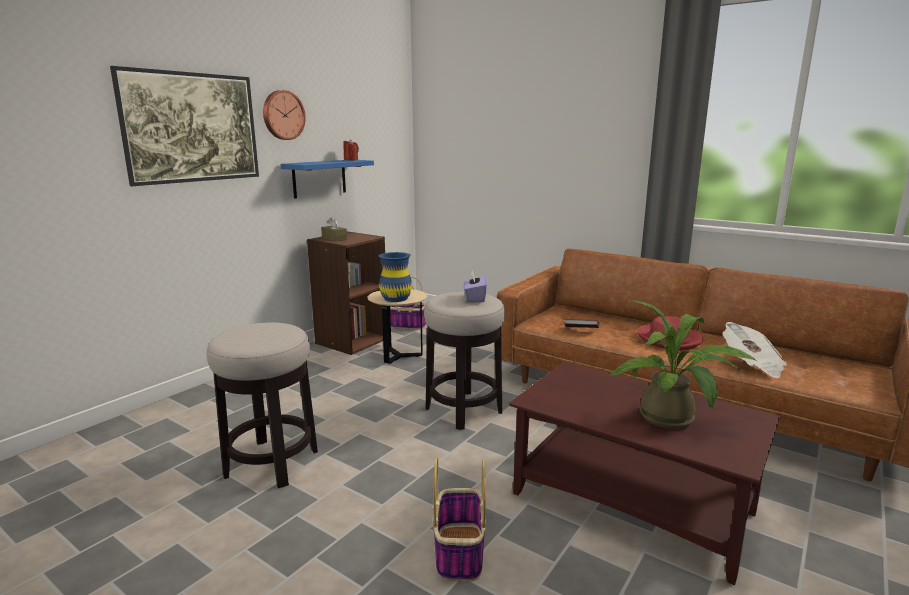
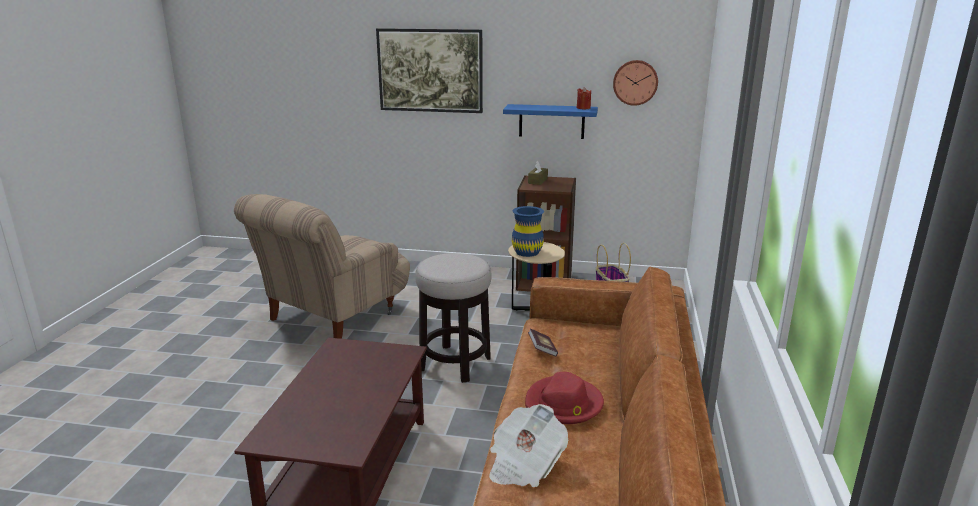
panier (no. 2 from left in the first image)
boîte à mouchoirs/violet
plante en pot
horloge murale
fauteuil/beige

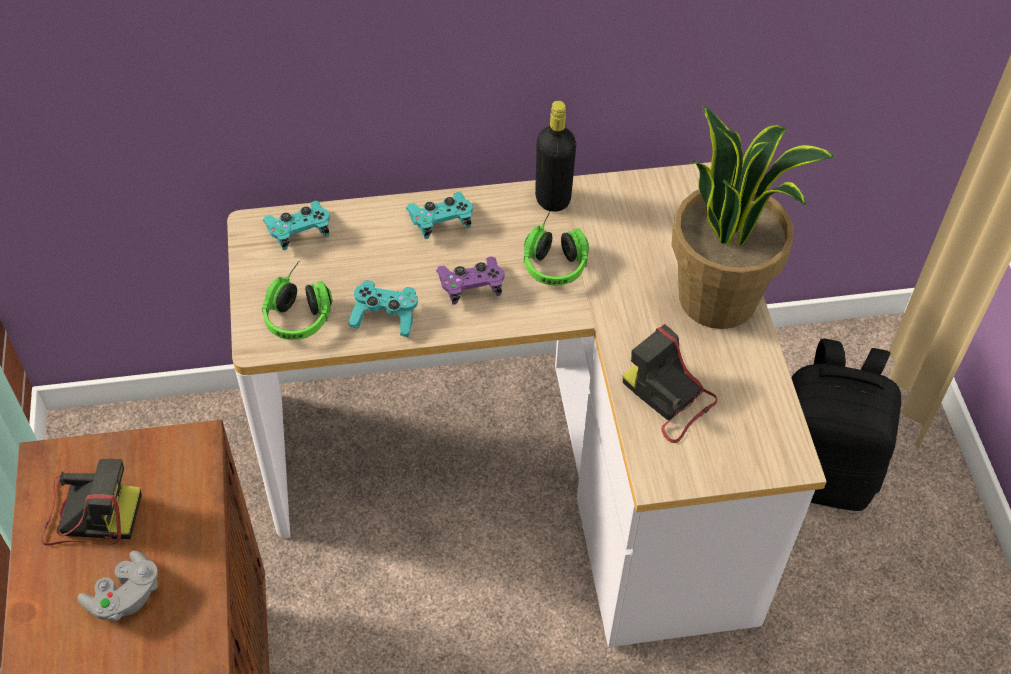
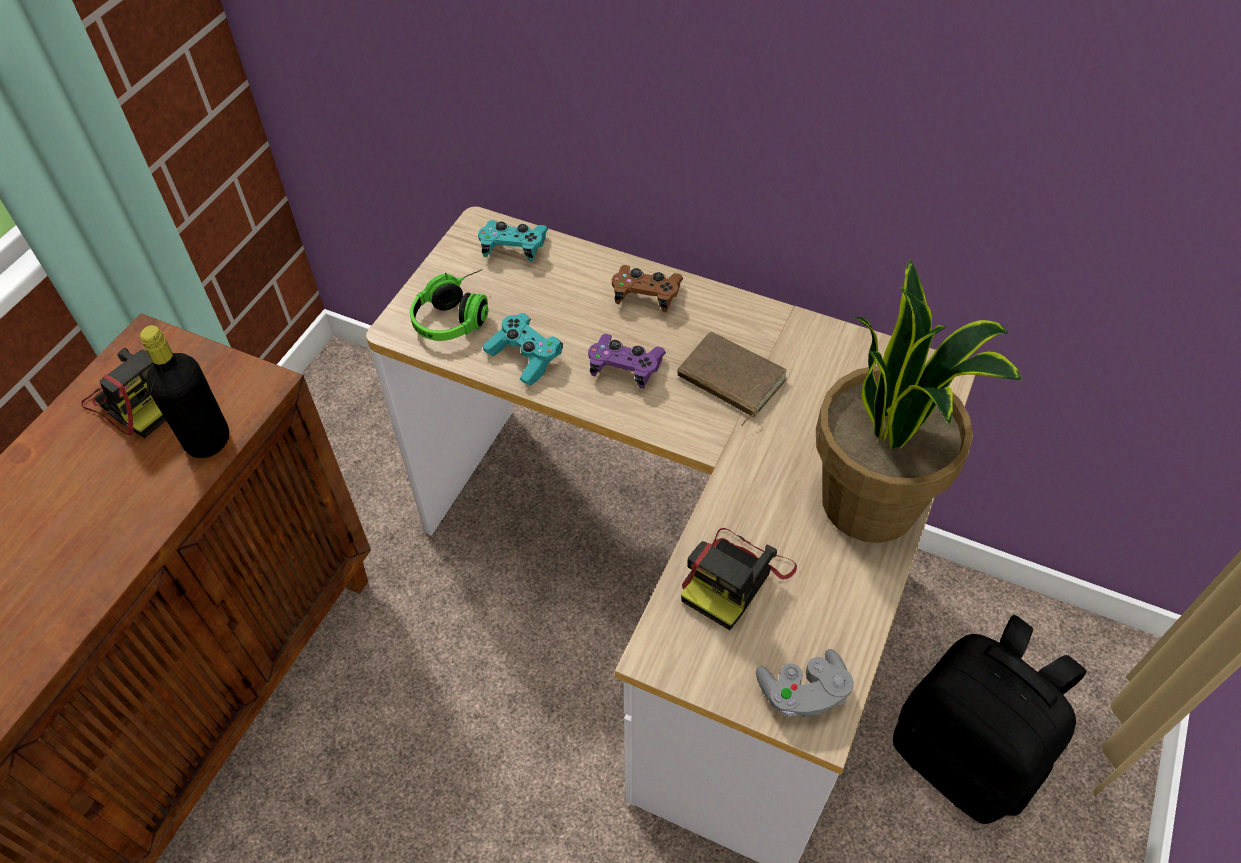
manette/gris
bouteille/noir
livre/marron
manette/marron
appareil photo (no. 2 from left)

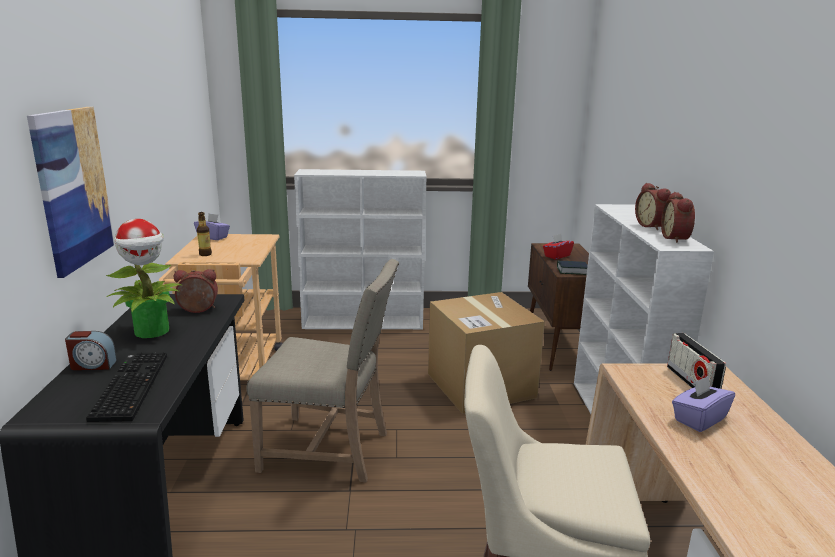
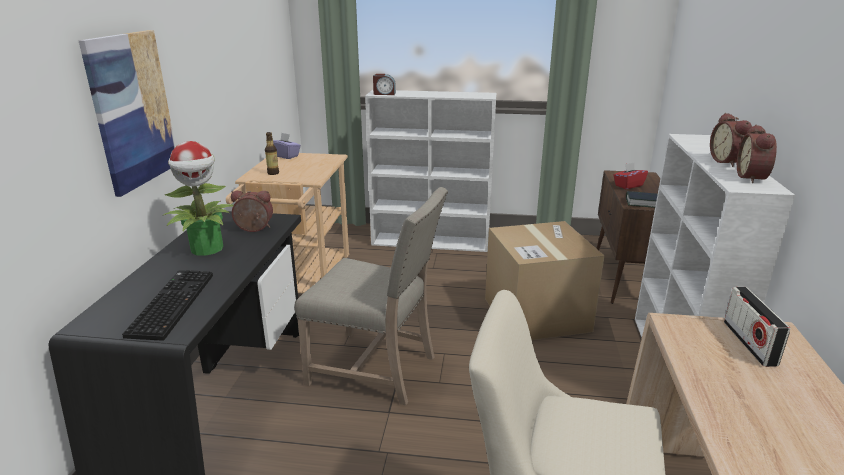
boîte à mouchoirs/violet (no. 2 from left in the first image)
réveil (no. 2 from left)

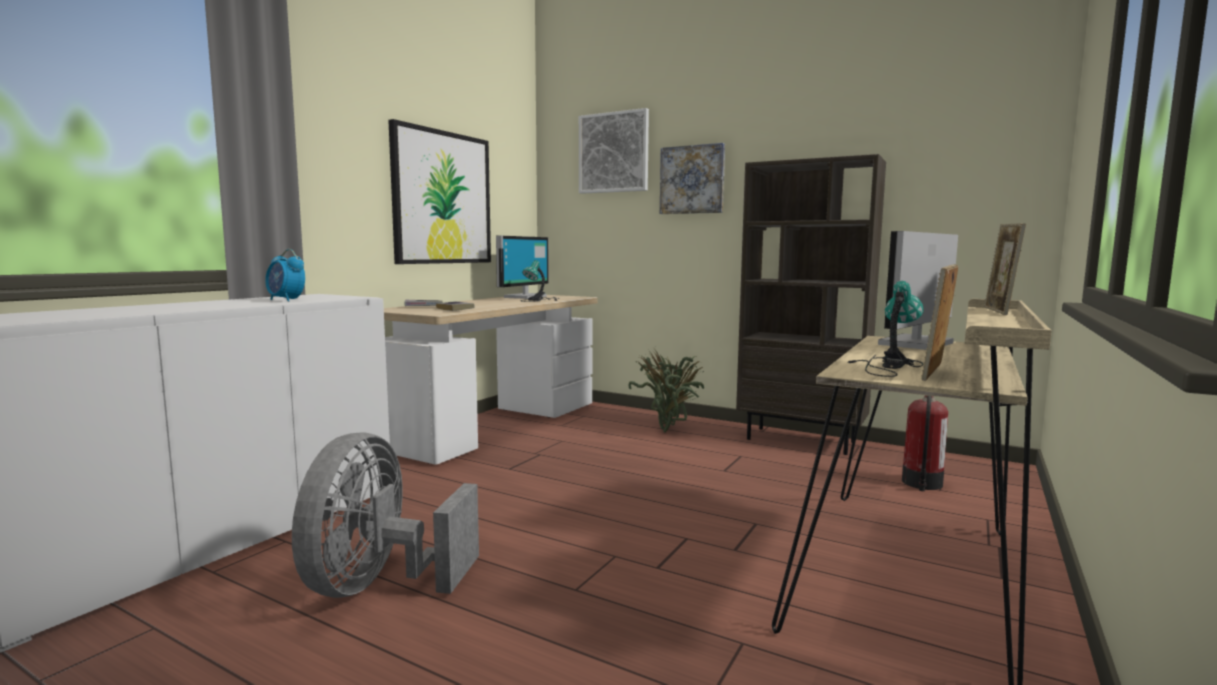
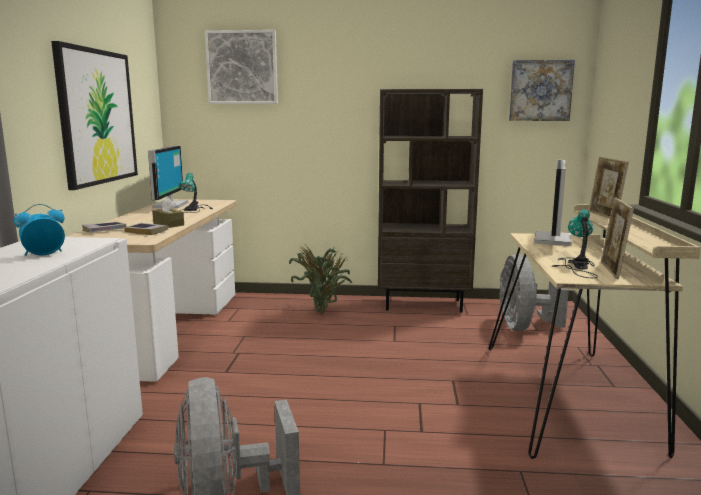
boîte à mouchoirs/marron
tableau (no. 3 from left)
ventilateur/gris (no. 2 from left)
réveil

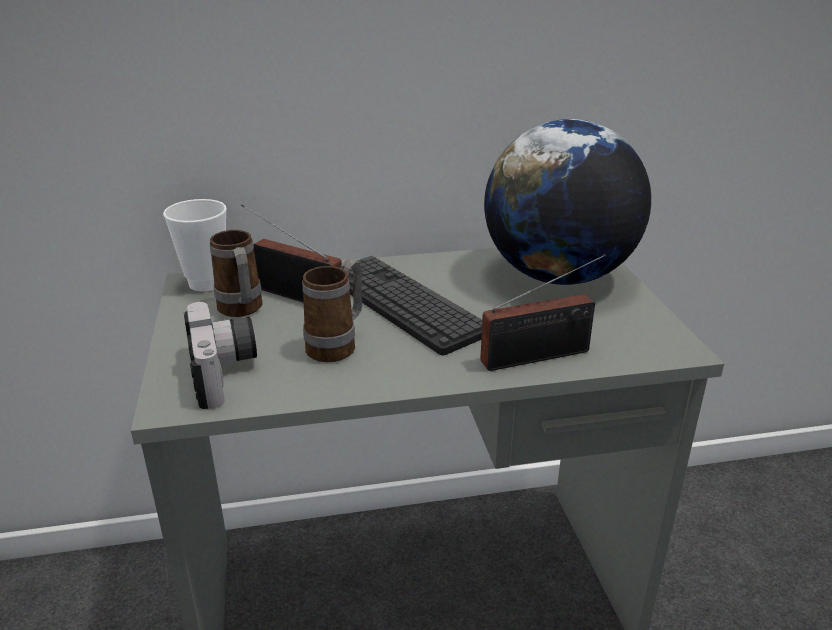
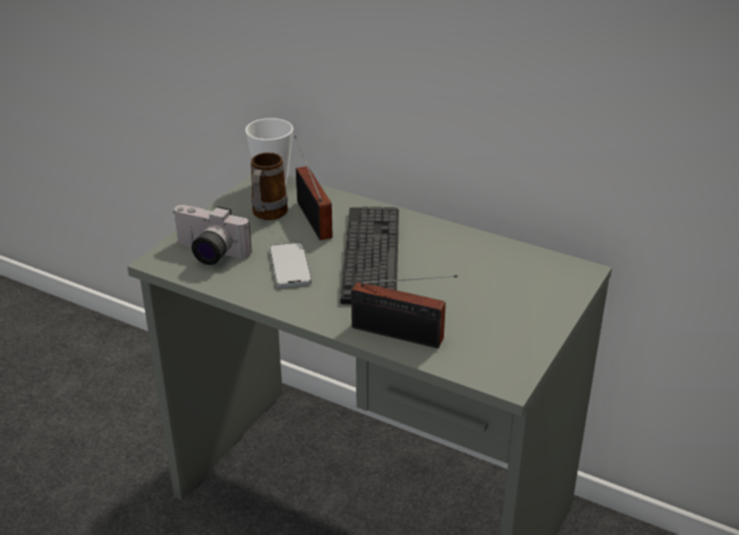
globe
téléphone
appareil photo

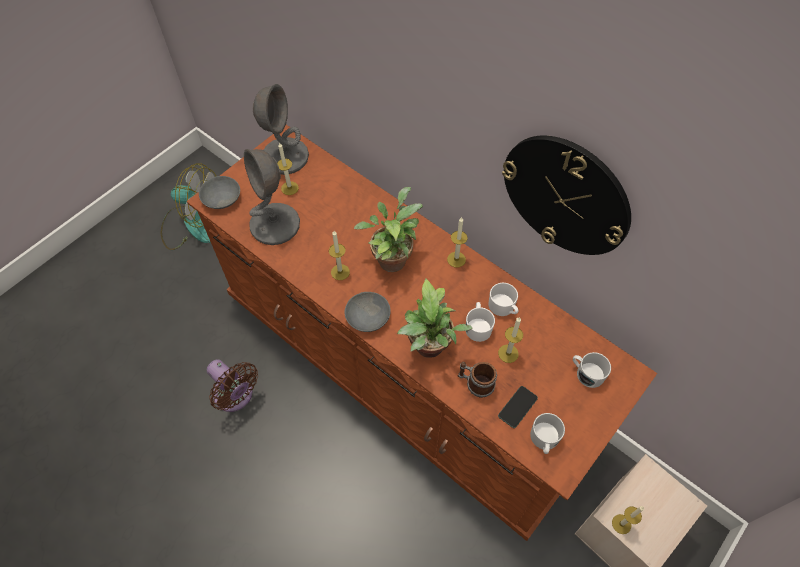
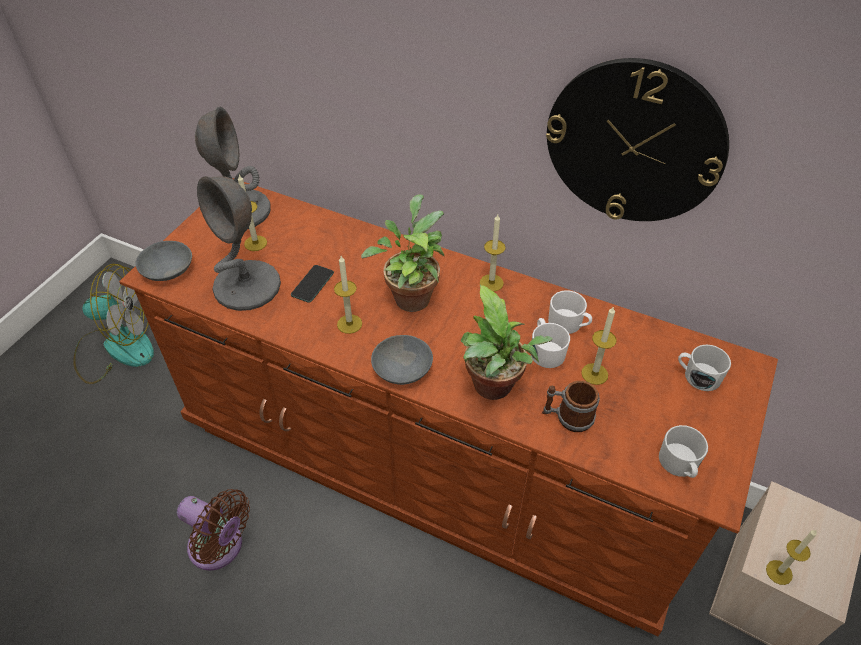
téléphone

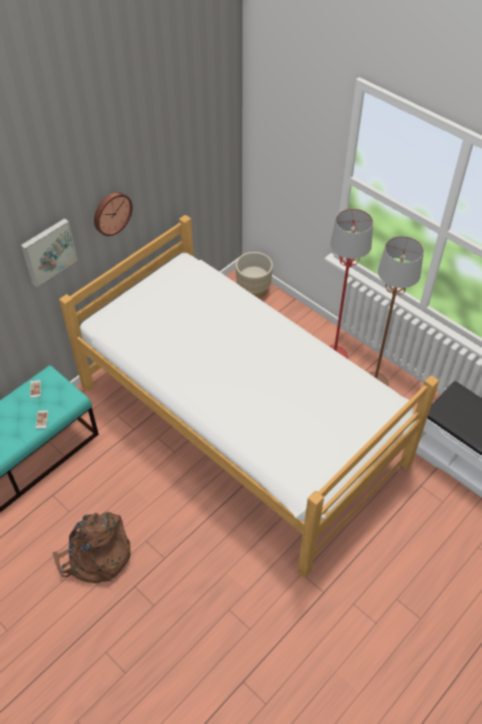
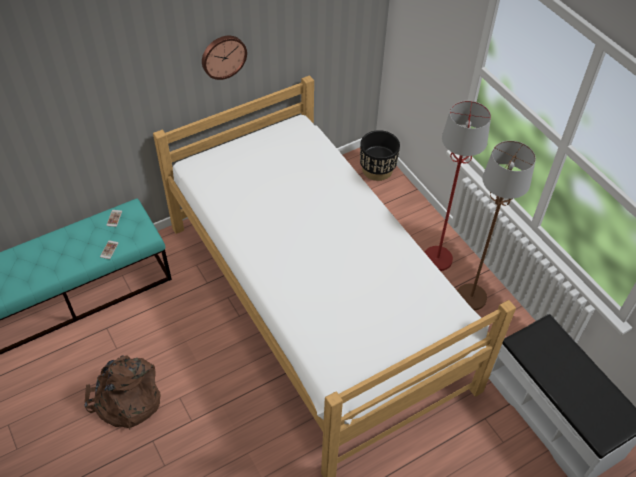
tableau
cache-pot/noir

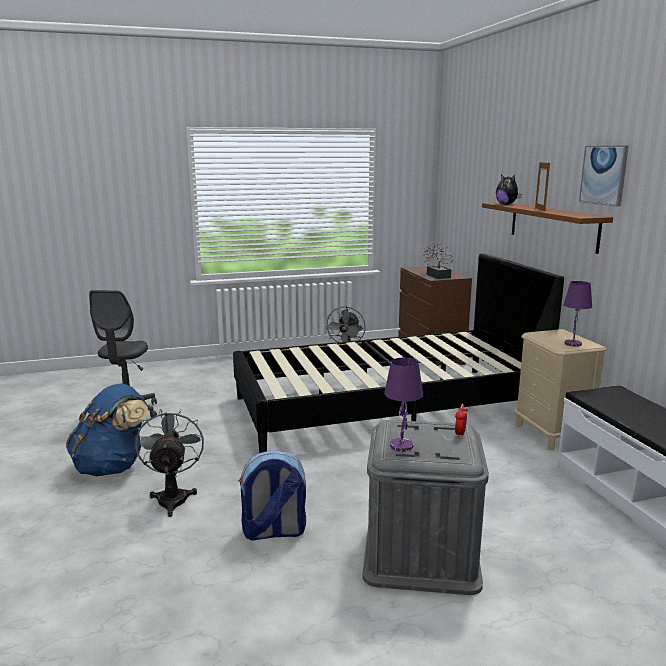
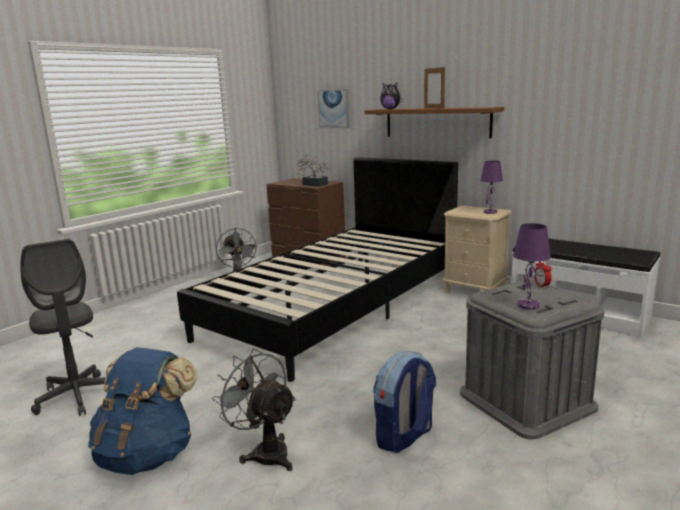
tableau

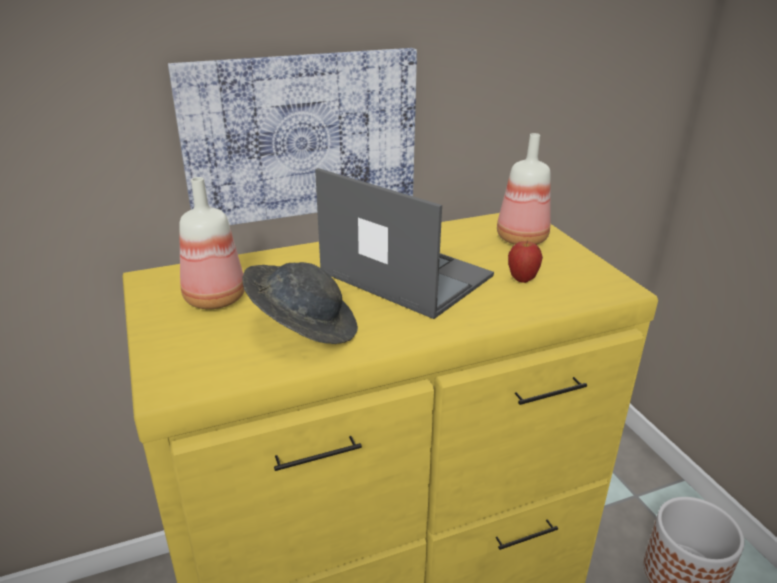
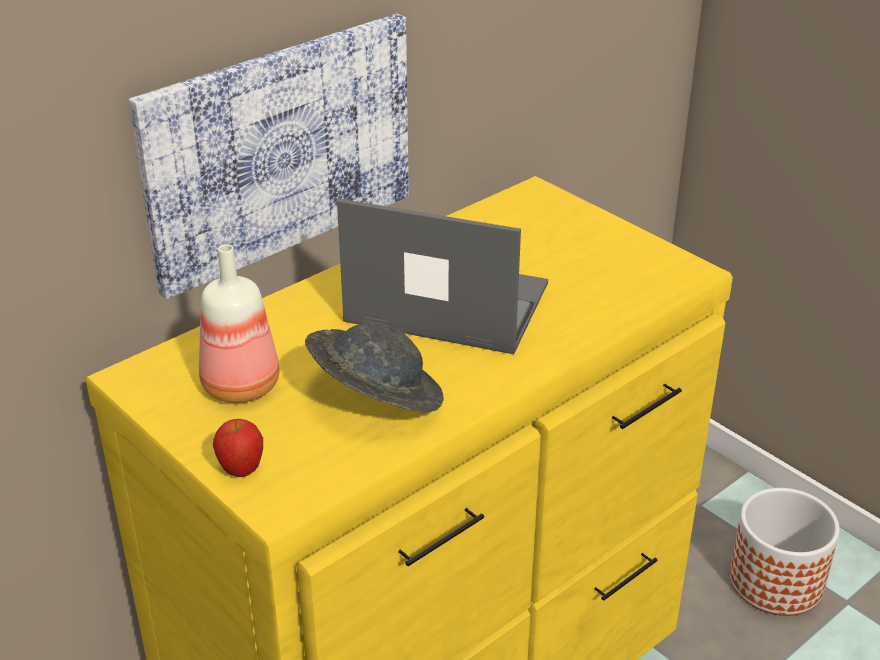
bouteille (no. 2 from left in the first image)
pomme

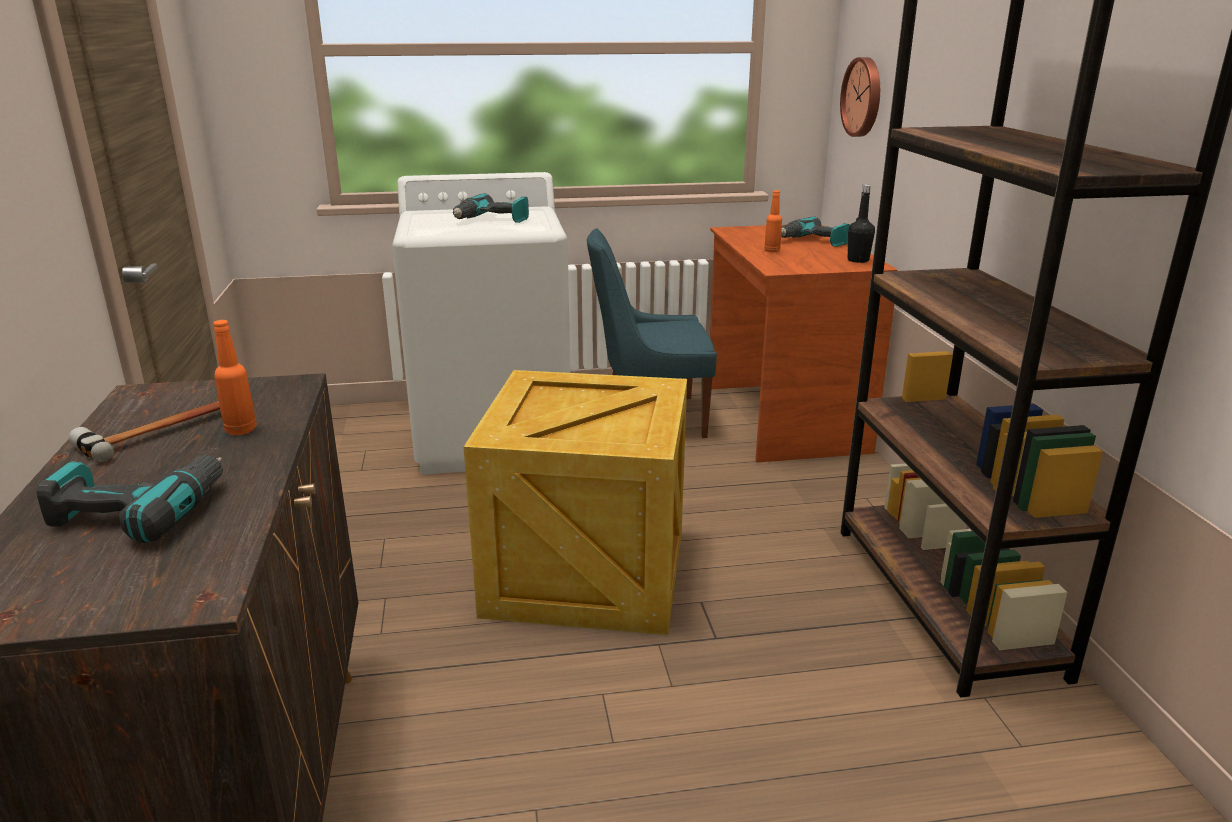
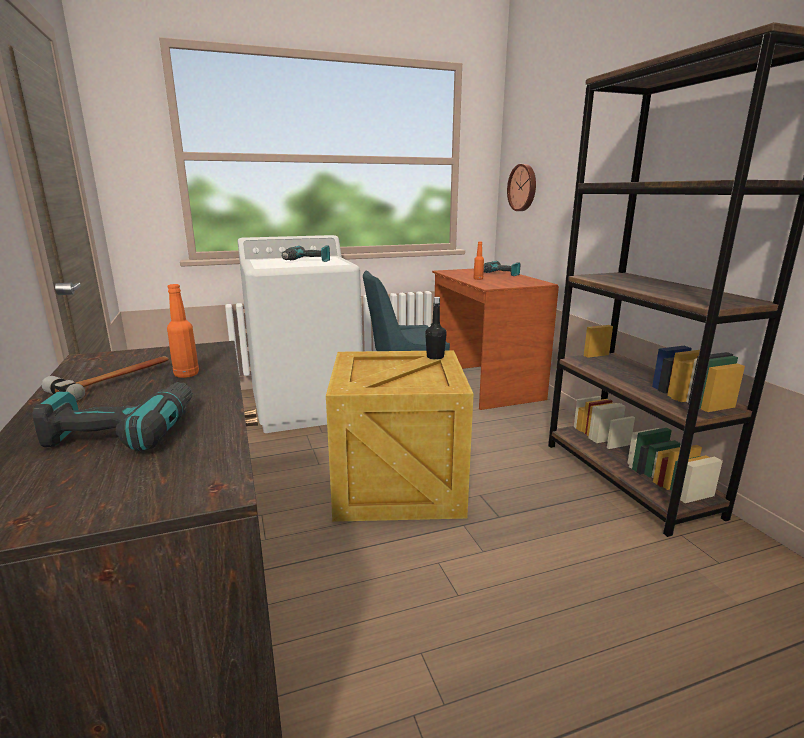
bouteille/noir

